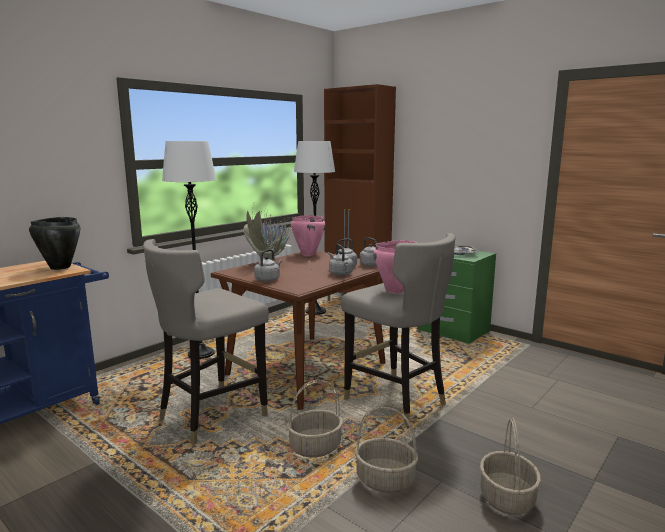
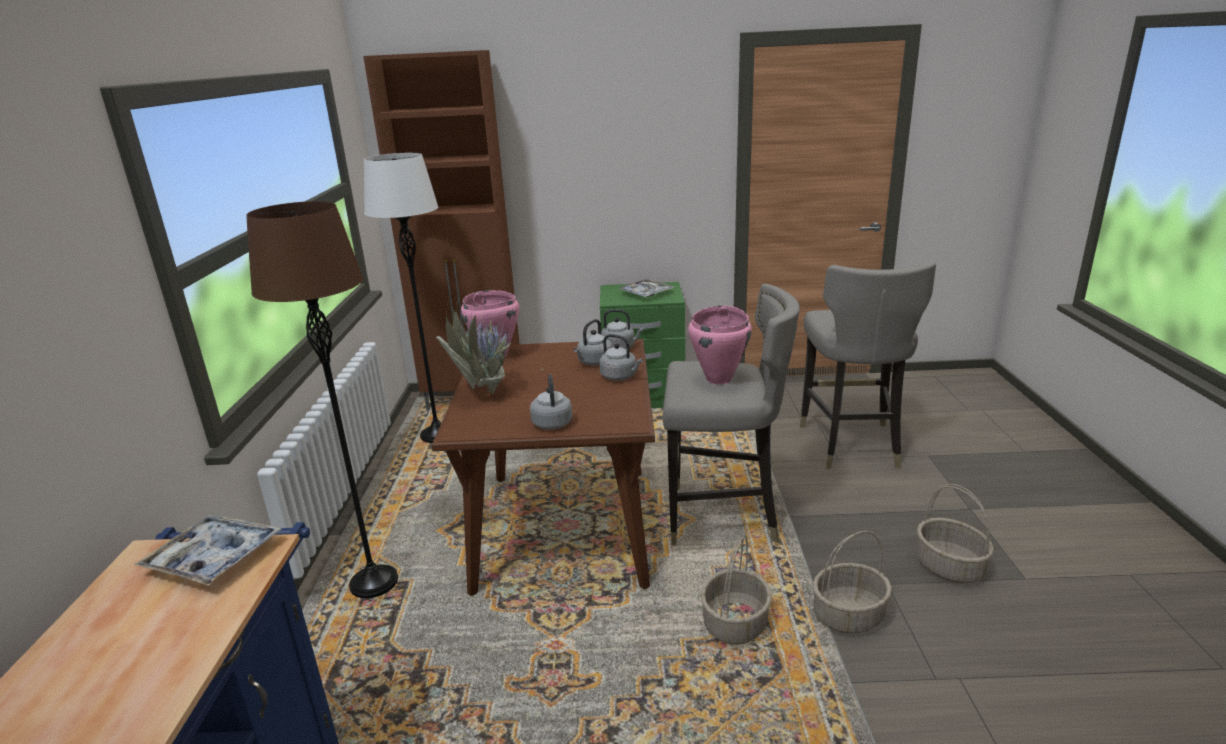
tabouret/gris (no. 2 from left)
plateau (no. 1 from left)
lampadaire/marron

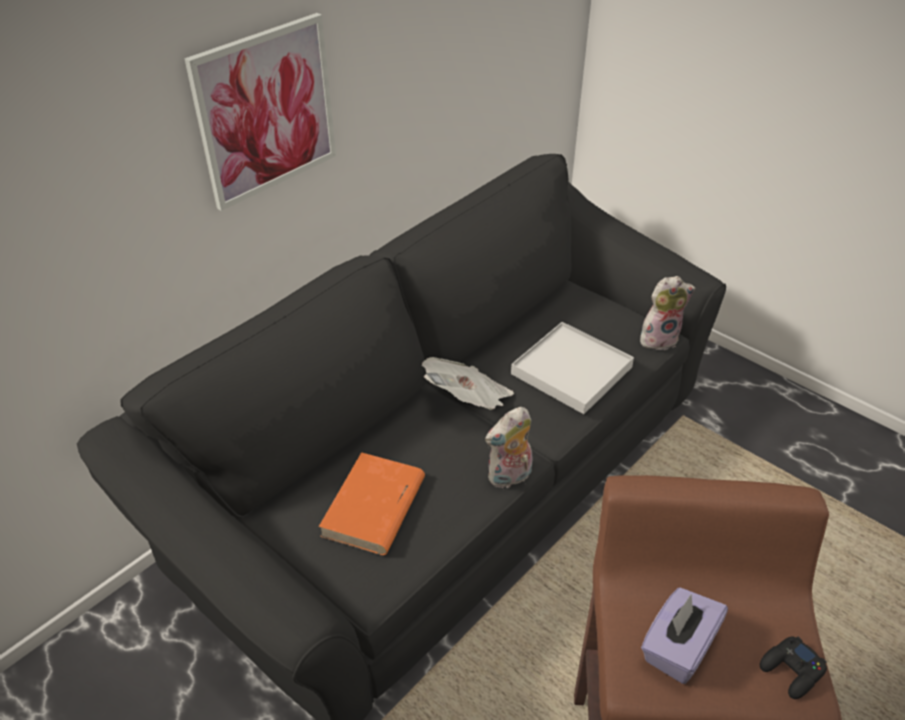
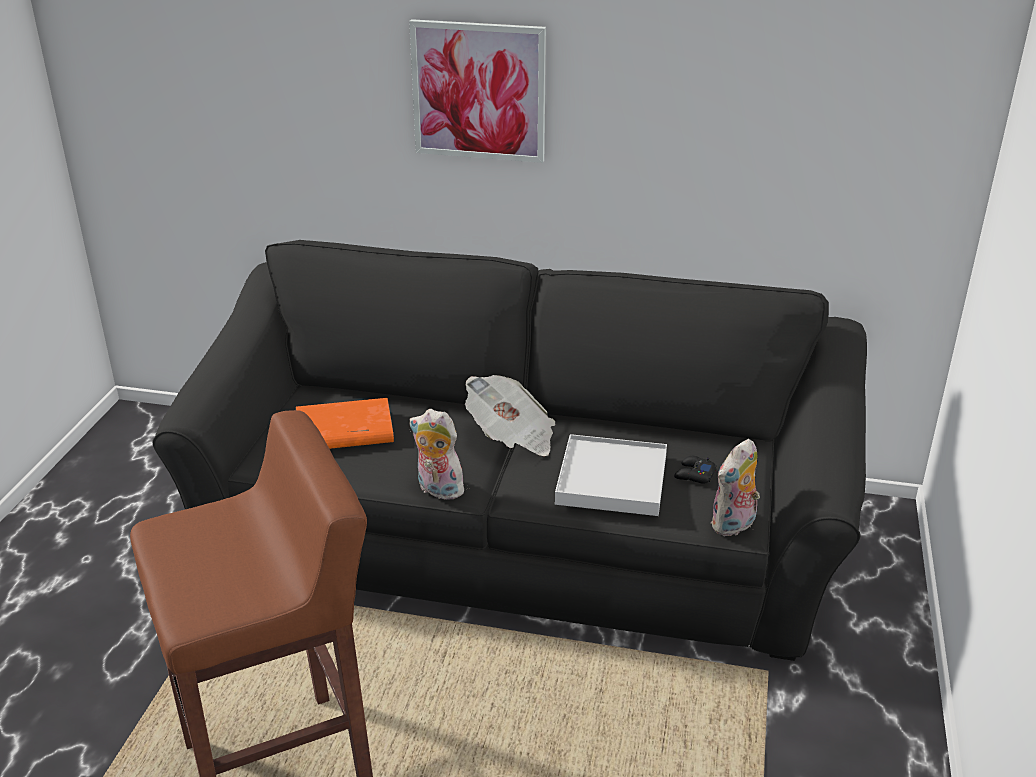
boîte à mouchoirs/violet
manette/noir
peluche (no. 2 from left)

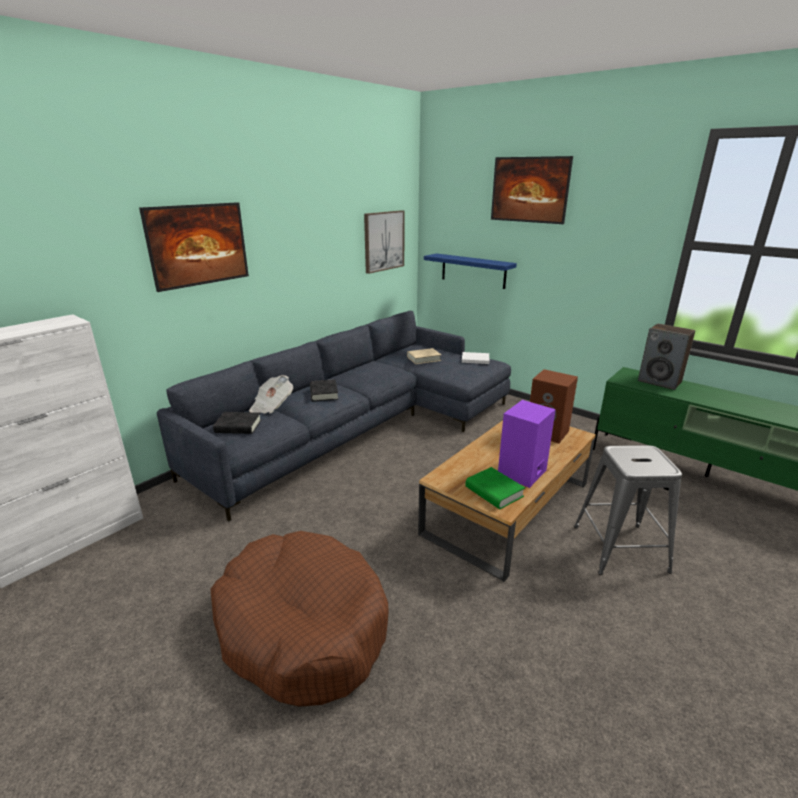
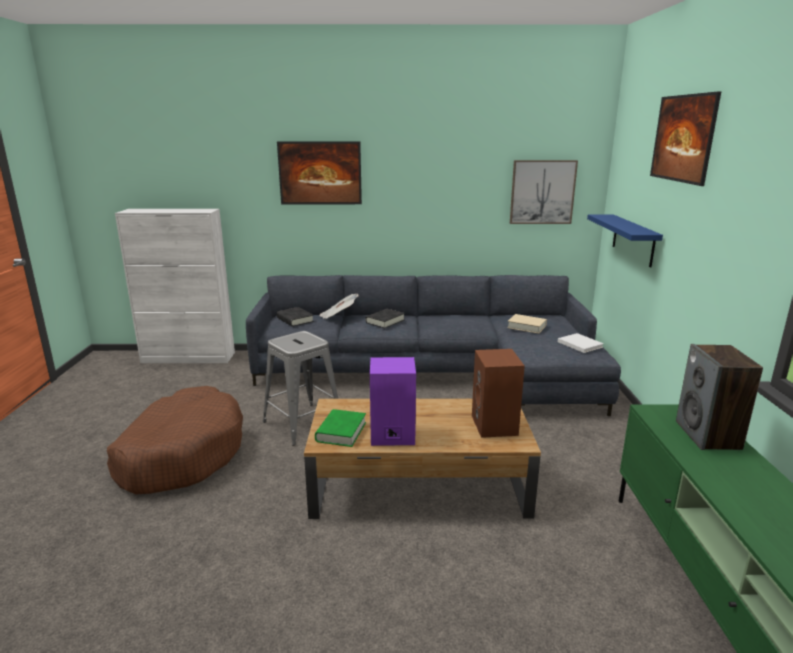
tabouret/gris

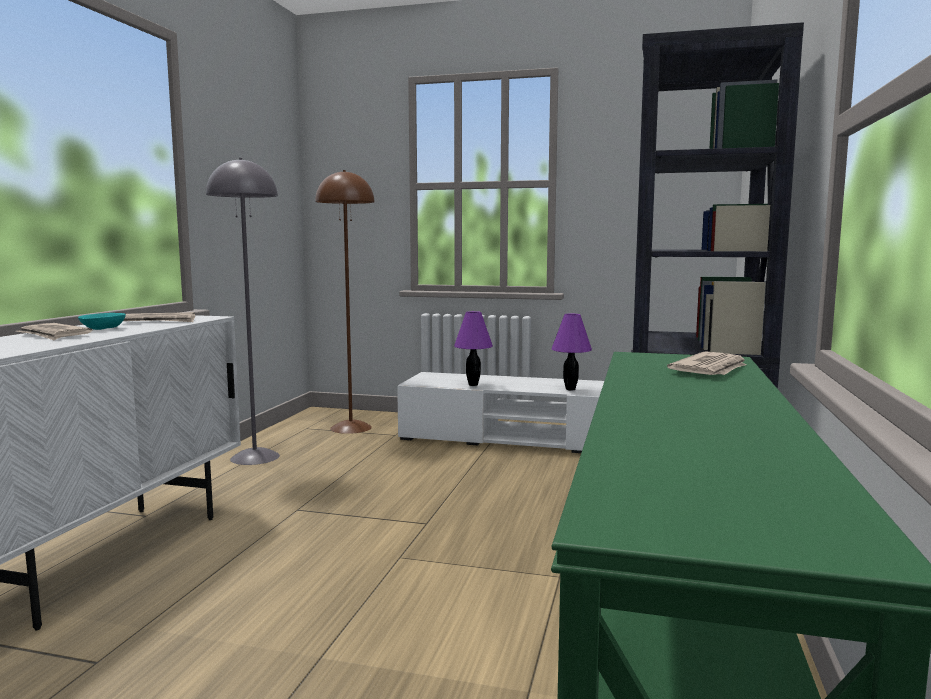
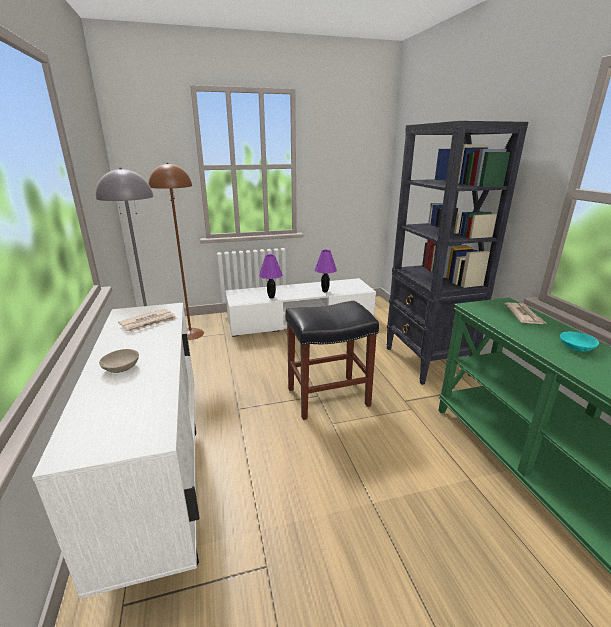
tabouret/noir
bol/turquoise
bol/beige

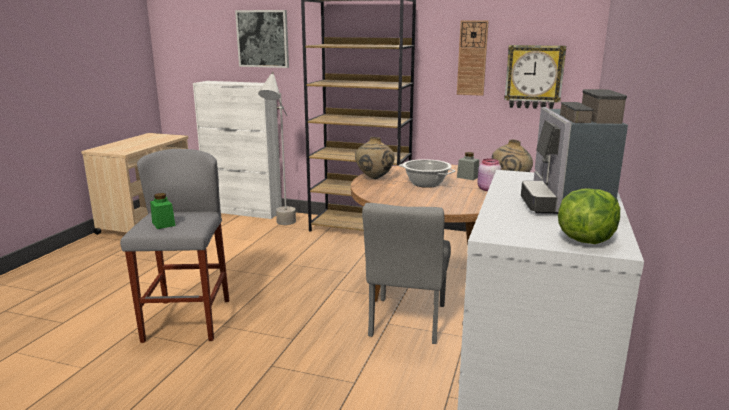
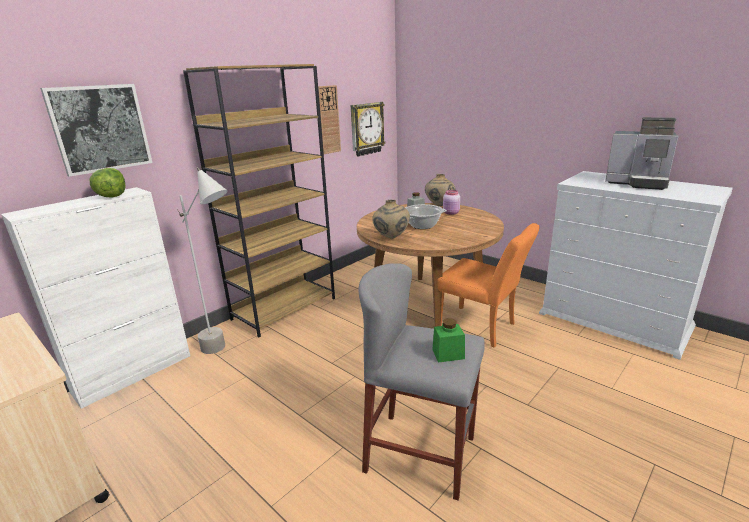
laitue
chaise/orange

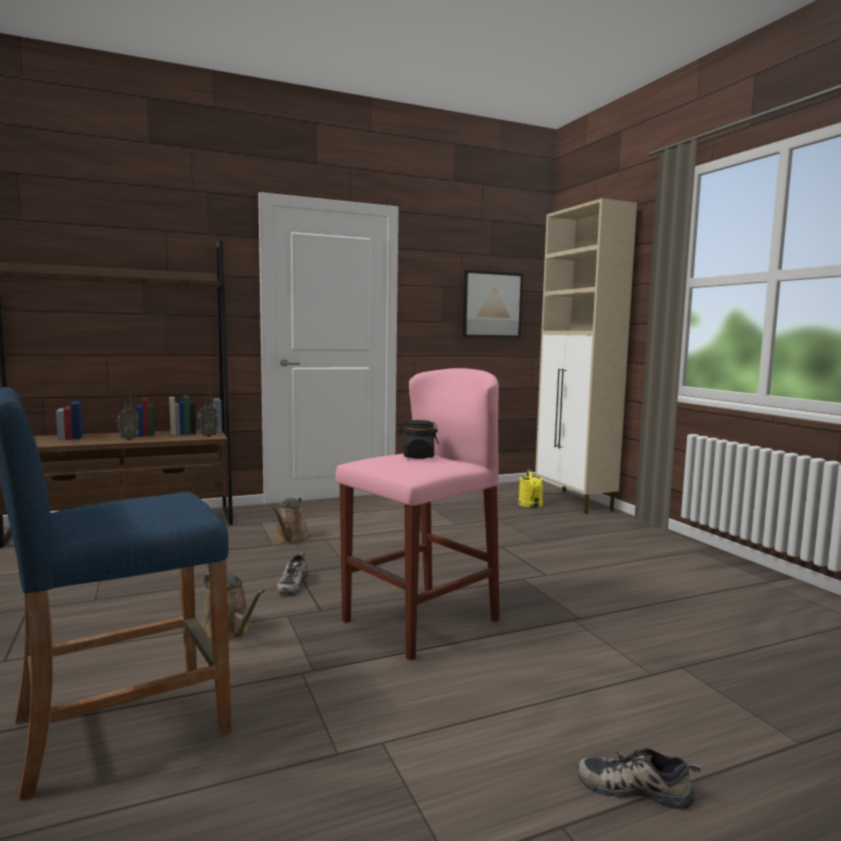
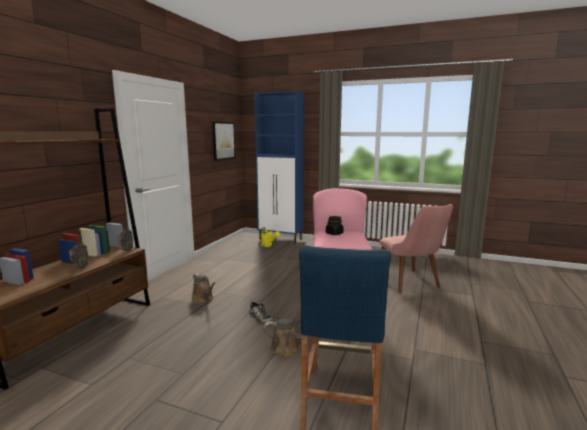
chaussure (no. 2 from left in the first image)
chaise/rose
meuble de rangement/bleu

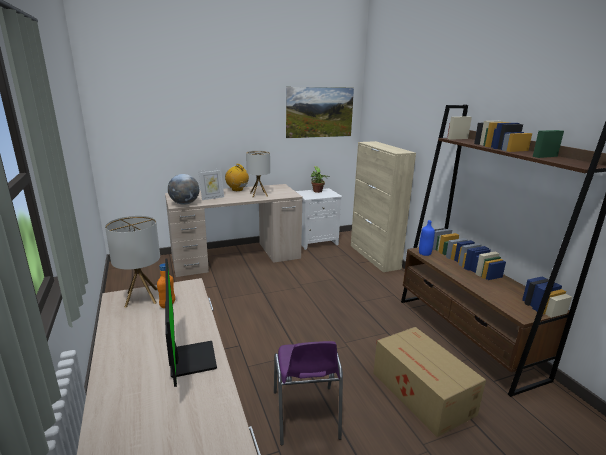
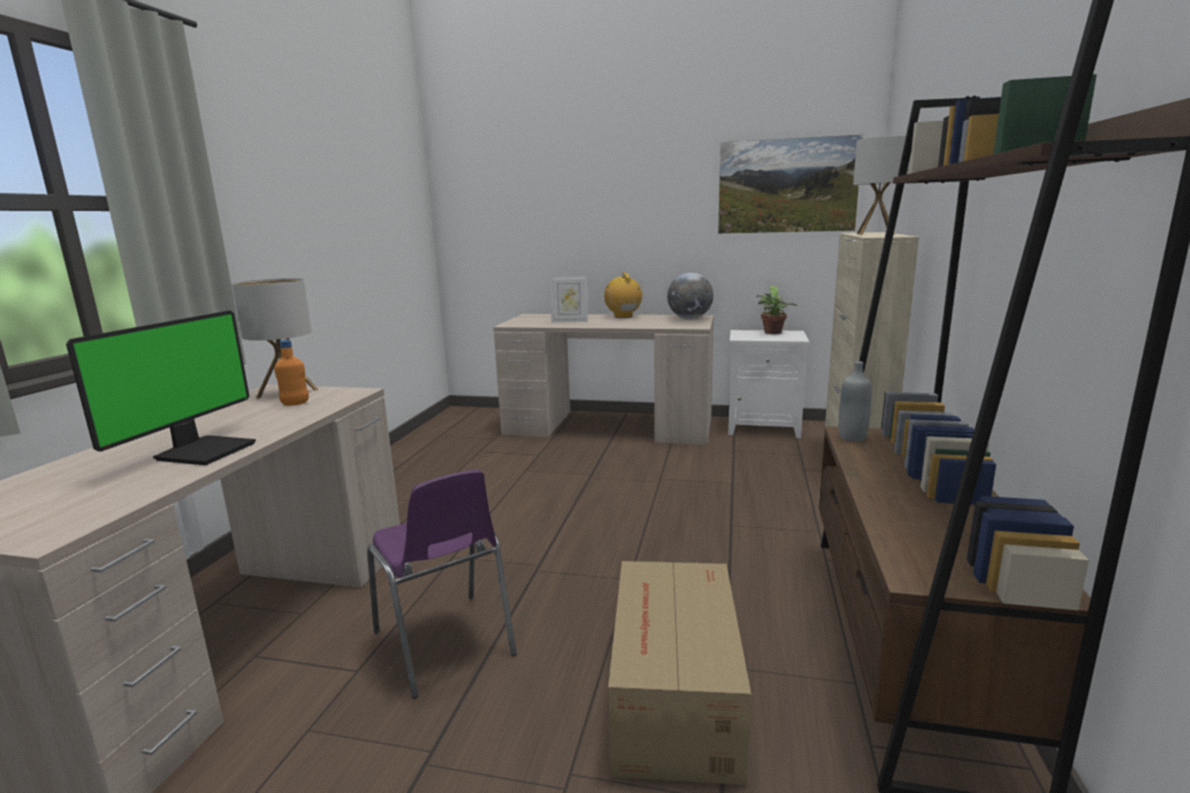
globe
lampe de table (no. 2 from left)
bouteille/gris
chaise/violet

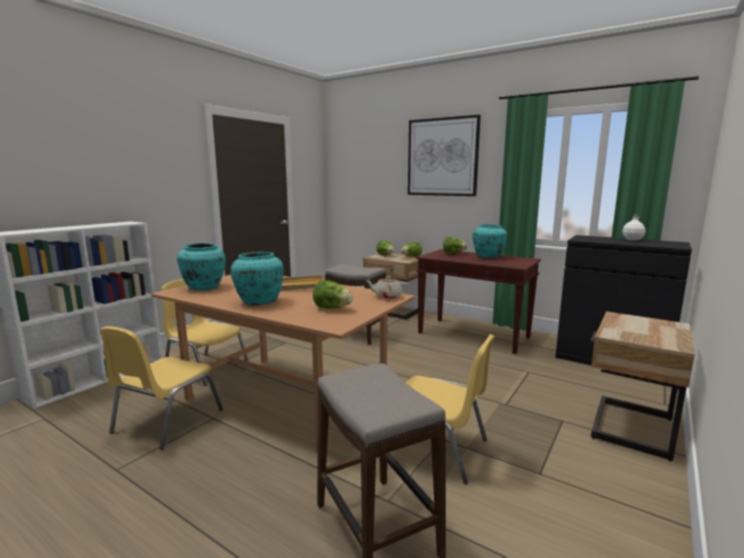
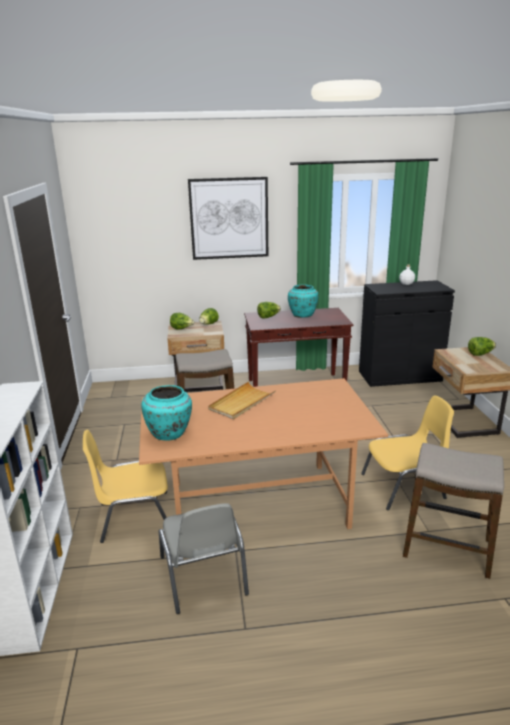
vase/turquoise (no. 2 from left in the first image)
théière/beige
laitue (no. 4 from left)
chaise/gris

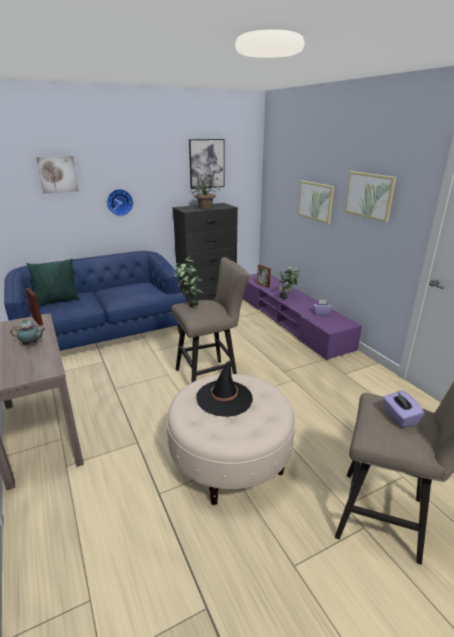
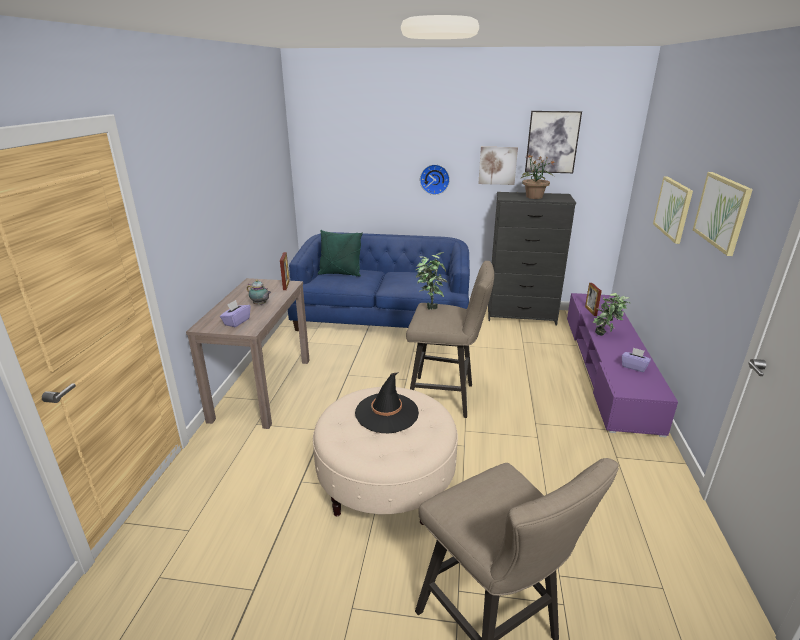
tableau (no. 1 from left)
boîte à mouchoirs/violet (no. 1 from left)

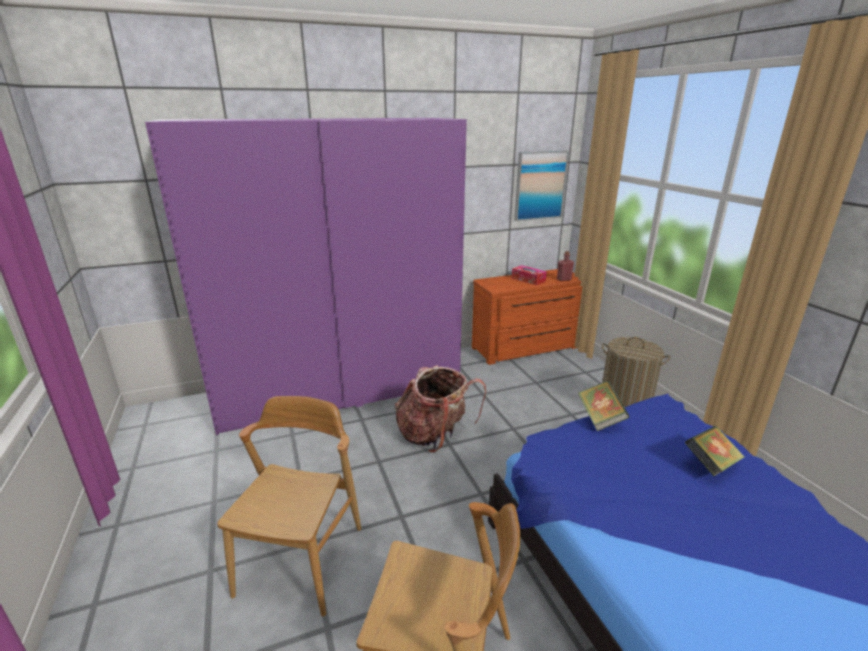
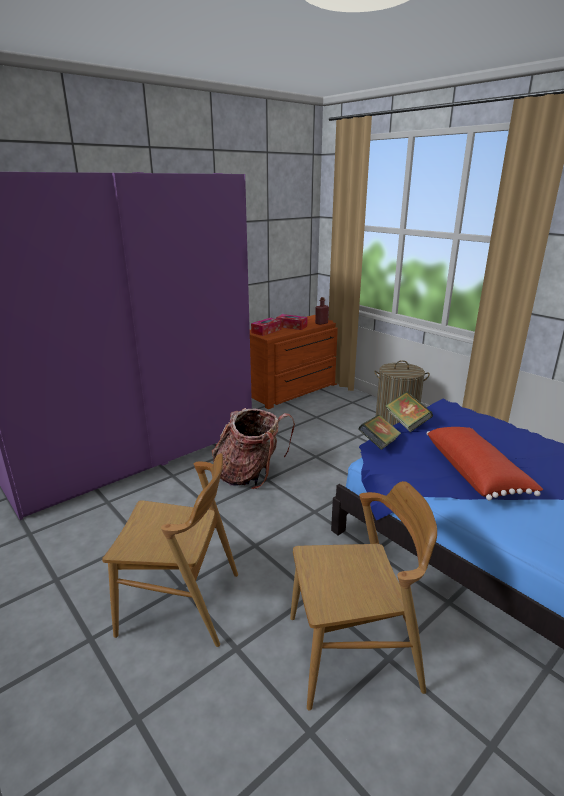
tableau
boîte à mouchoirs (no. 1 from left)
coussin/rouge
livre (no. 1 from left)
chaise/marron (no. 1 from left)

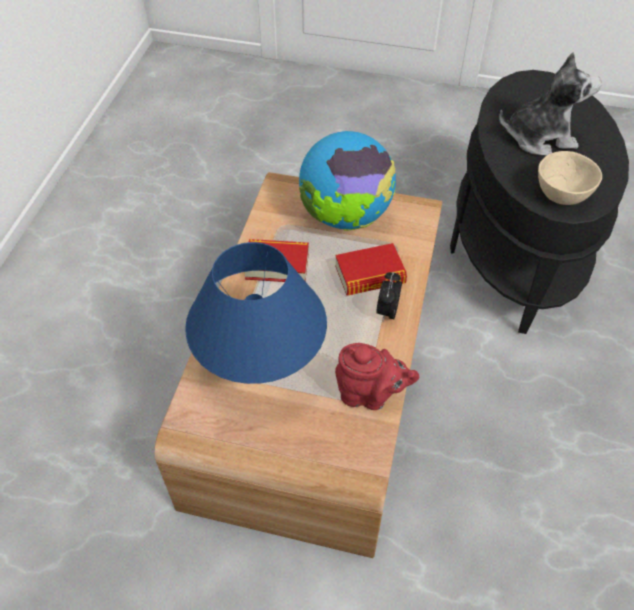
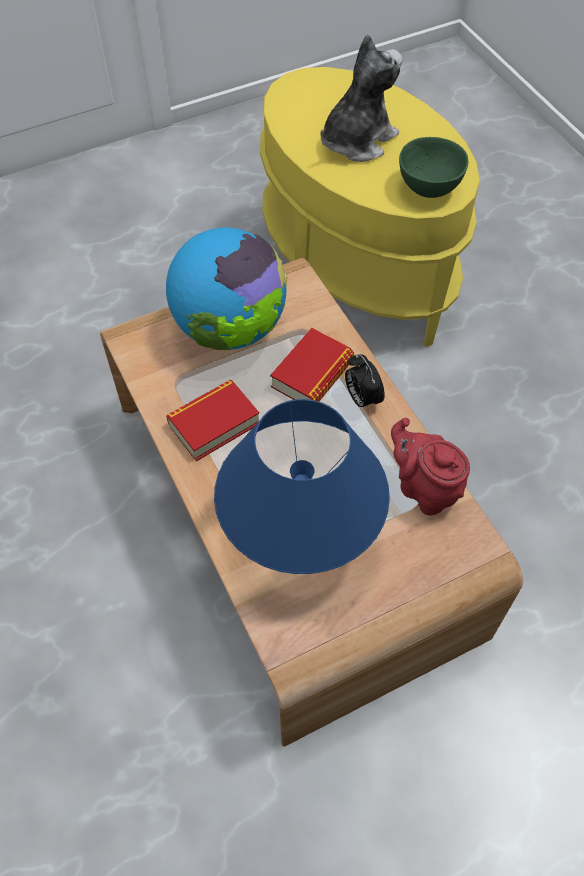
table d'appoint/jaune
bol/vert
théière/rouge

